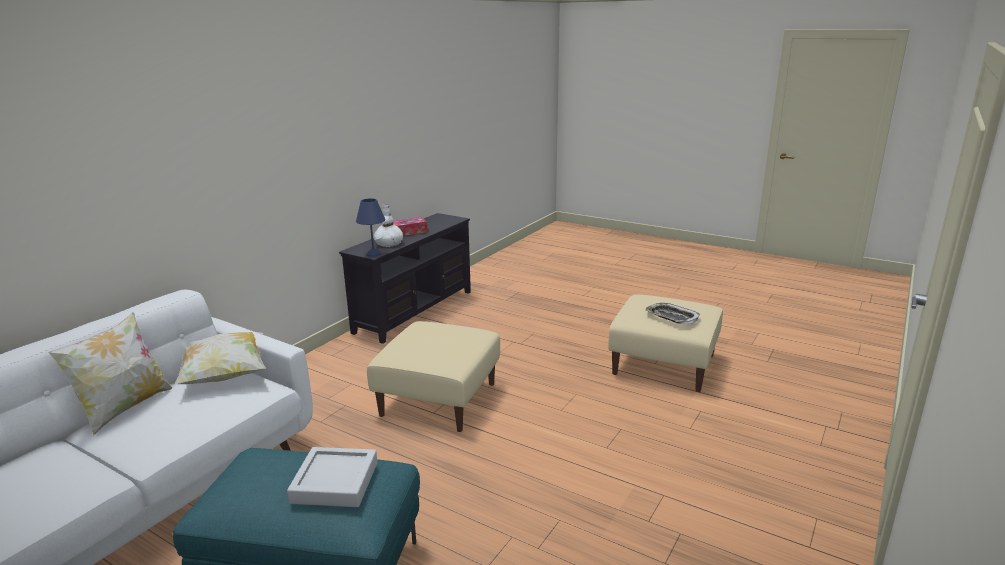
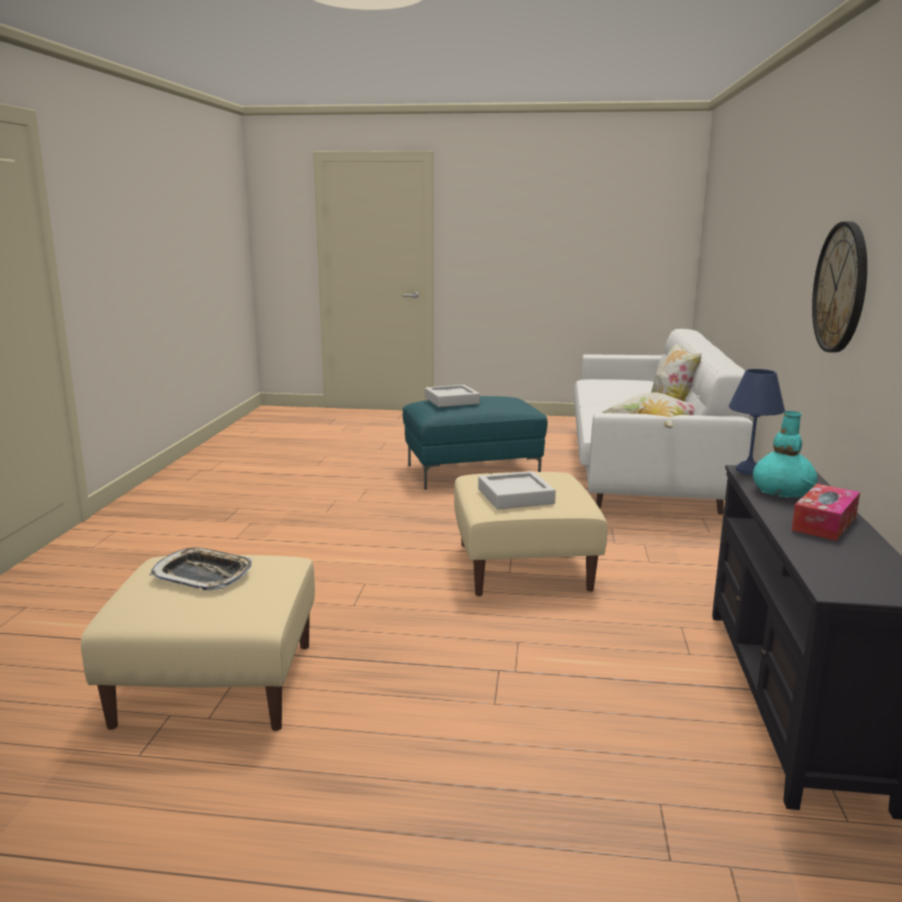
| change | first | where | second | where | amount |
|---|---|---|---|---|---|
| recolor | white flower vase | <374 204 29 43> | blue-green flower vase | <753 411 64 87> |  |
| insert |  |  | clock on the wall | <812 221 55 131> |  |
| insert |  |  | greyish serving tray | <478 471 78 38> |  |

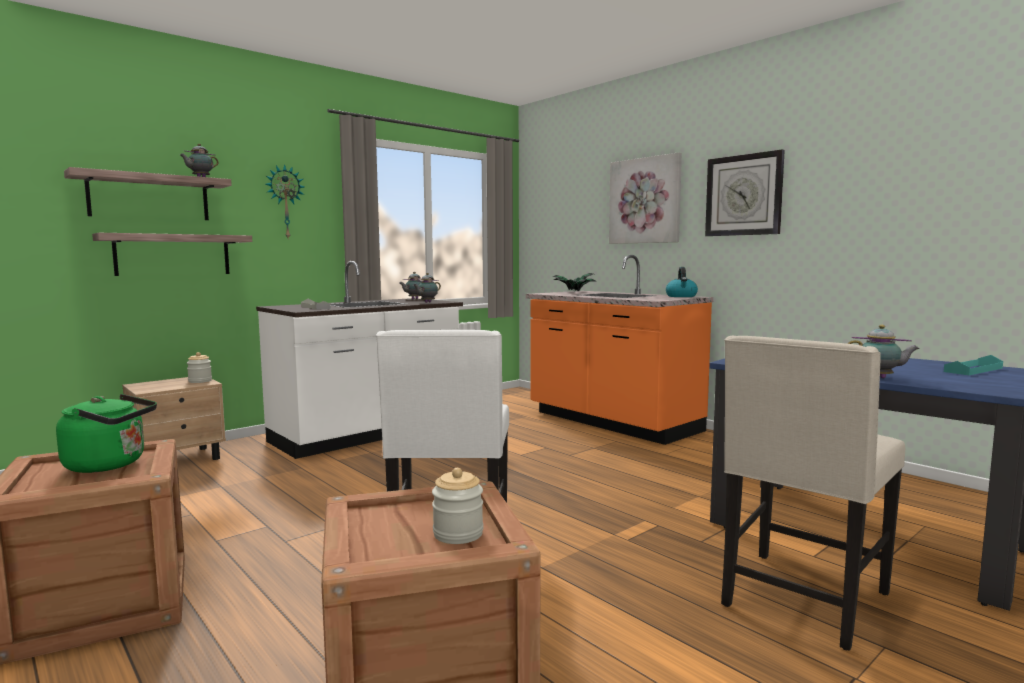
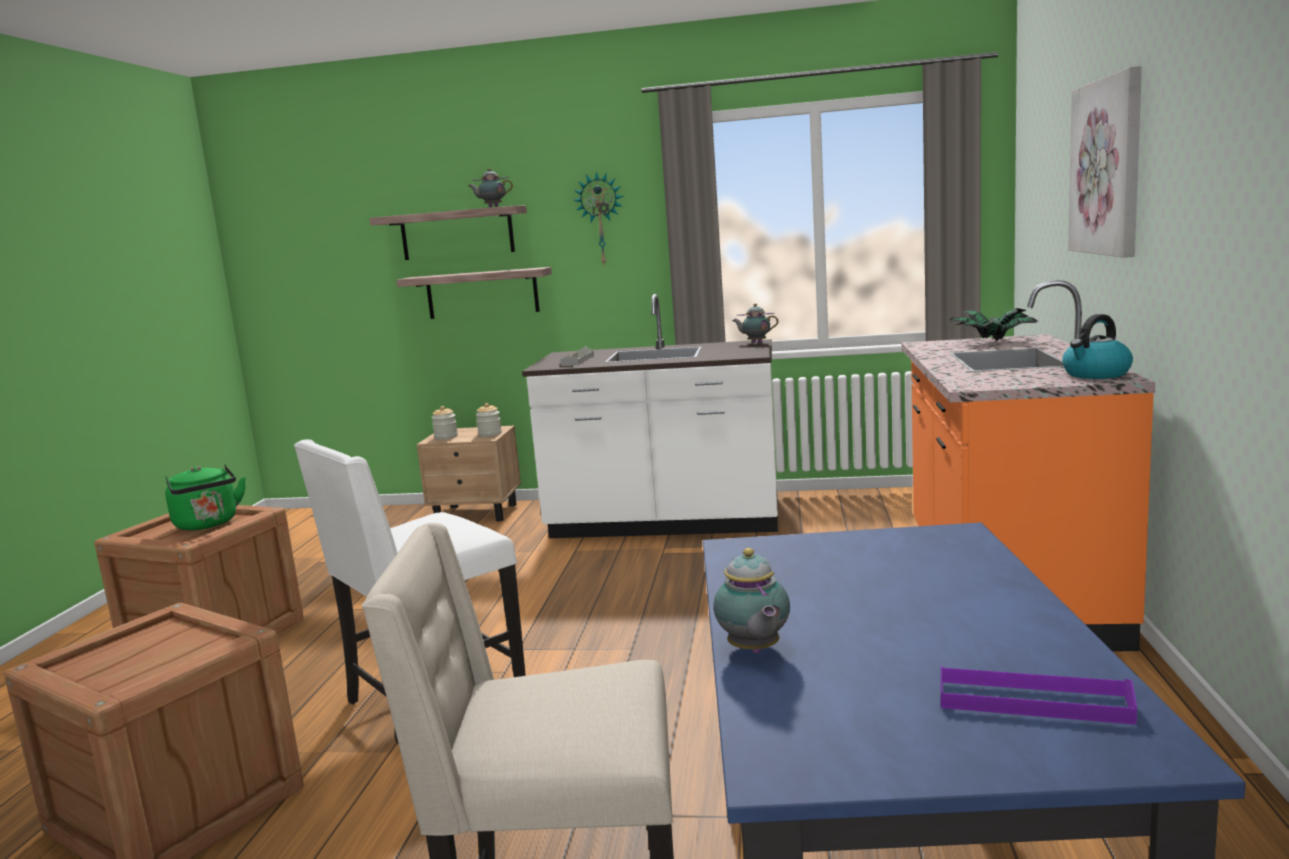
| change | first | where | second | where | amount |
|---|---|---|---|---|---|
| delete | clock on the wall | <705 150 80 86> |  |  |  |
| delete | pot for tea | <413 273 28 30> |  |  |  |
| recolor | blue-green serving tray | <944 355 59 20> | purple serving tray | <941 666 196 59> |  |
| move | jar | <432 468 51 76> |  | <432 406 26 34> |  |

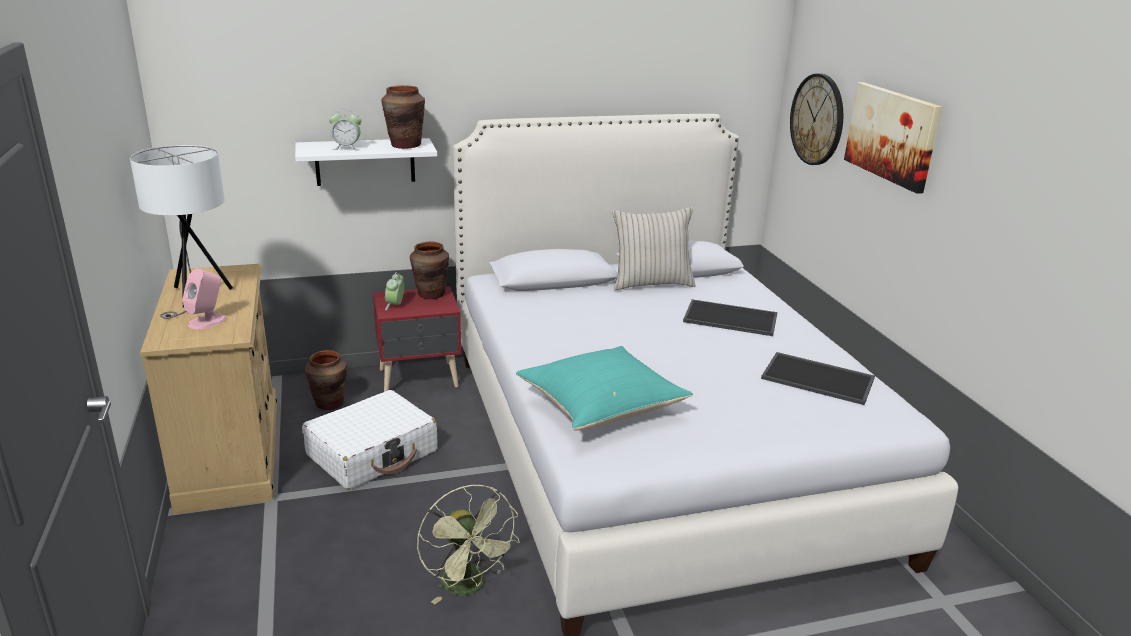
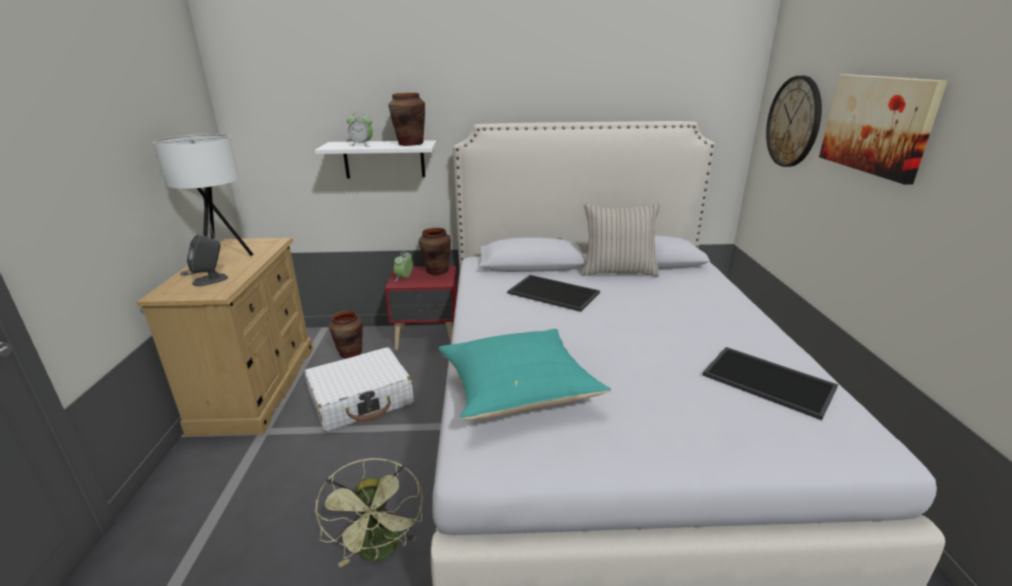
| change | first | where | second | where | amount |
|---|---|---|---|---|---|
| recolor | pinkish audio speaker | <182 268 45 62> | greyish audio speaker | <187 234 41 52> |  |
| move | serving tray | <683 299 95 37> |  | <507 275 93 37> |  |

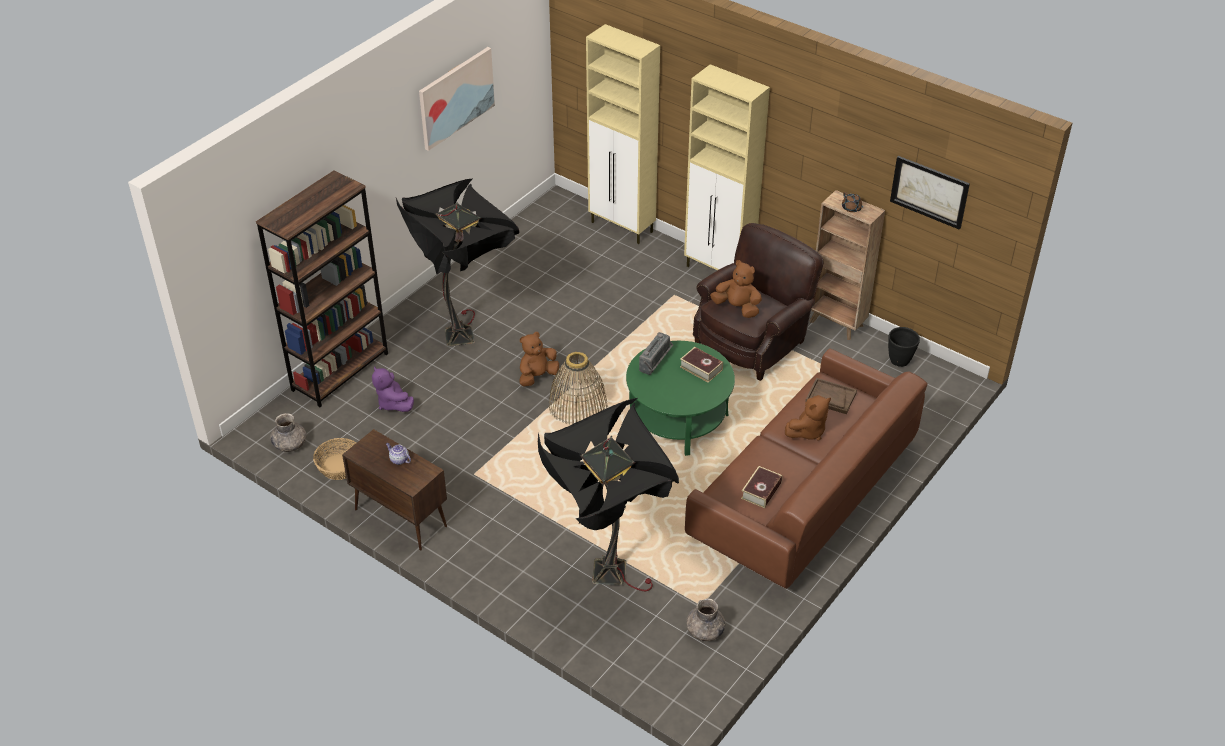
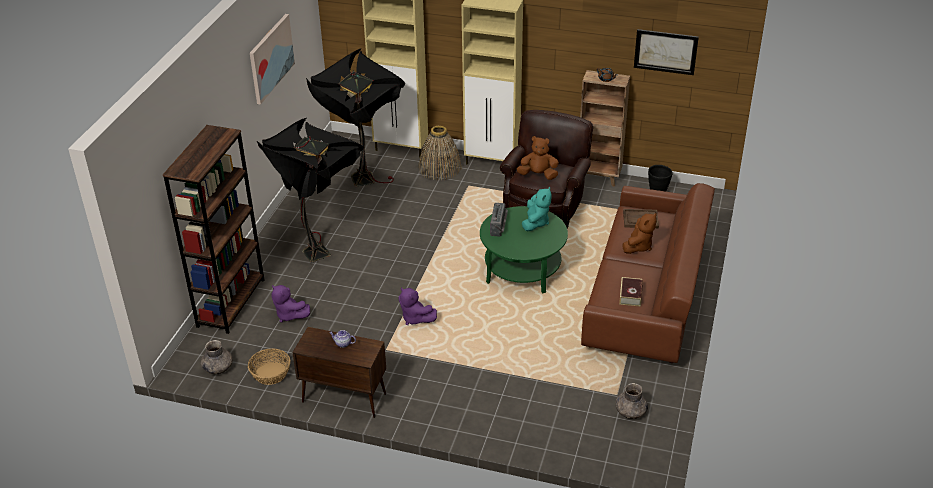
| change | first | where | second | where | amount |
|---|---|---|---|---|---|
| delete | brown-coloured soft toy | <519 332 40 54> |  |  |  |
| replace | bound book | <680 347 43 36> | blue-green soft toy | <522 187 30 44> |  |
| move | household basket | <548 352 59 72> |  | <418 126 43 55> |  |
| move | blackish floor lamp | <538 398 141 193> |  | <306 48 99 139> |  |
| insert |  |  | purple soft toy | <399 288 38 37> |  |

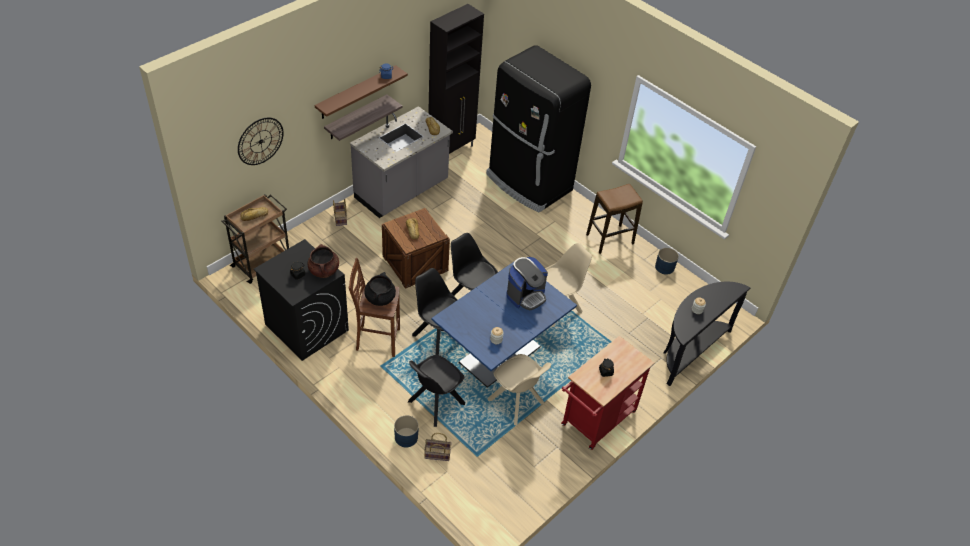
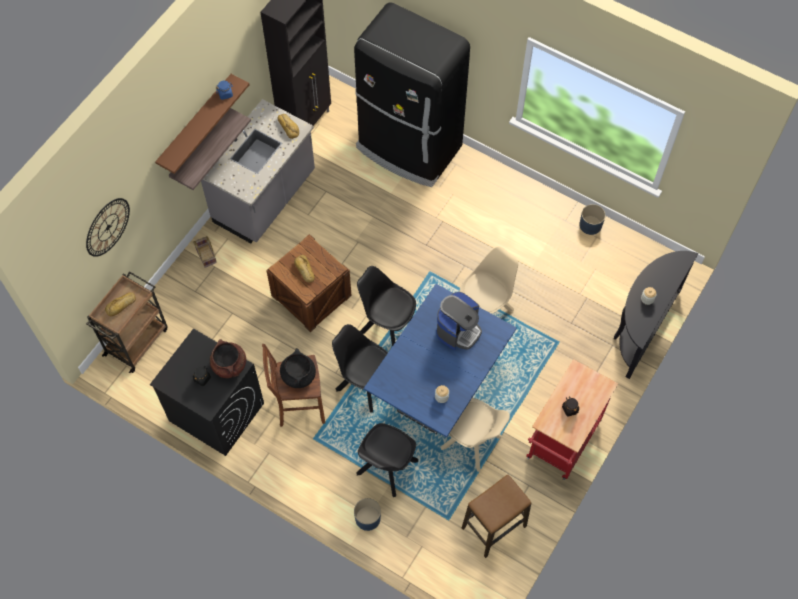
| change | first | where | second | where | amount |
|---|---|---|---|---|---|
| move | stool seat | <586 184 57 70> |  | <462 475 69 83> |  |
| delete | household basket | <424 433 28 28> |  |  |  |

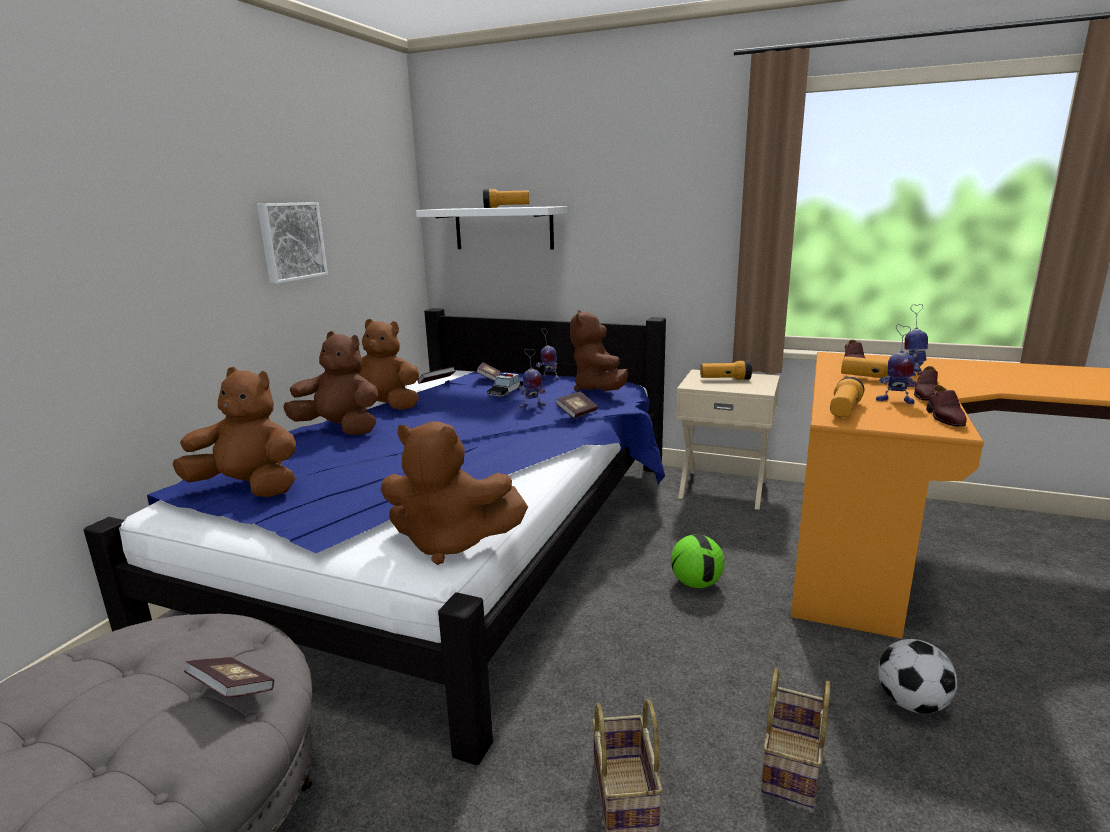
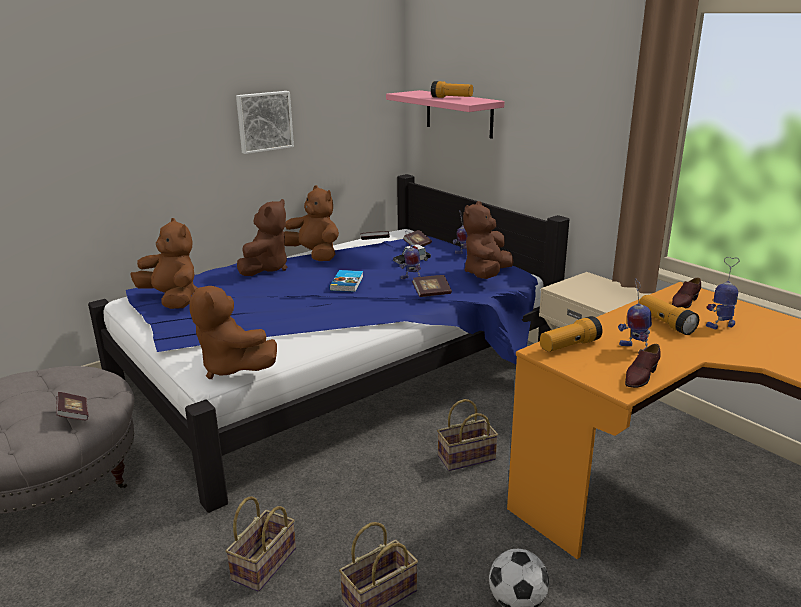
| change | first | where | second | where | amount |
|---|---|---|---|---|---|
| recolor | white shelf | <416 206 152 44> | pinkish shelf | <386 90 119 49> |  |
| rotate | brown-coloured soft toy | <283 331 95 104> |  | <237 199 50 77> | 60 degrees clockwise |
| delete | torch | <700 361 52 19> |  |  |  |
| delete | brown-coloured item of footwear | <914 366 24 35> |  |  |  |
| replace | ball for football | <671 534 54 54> | household basket | <437 399 61 72> |  |
| insert |  |  | bound book | <329 270 34 22> |  |

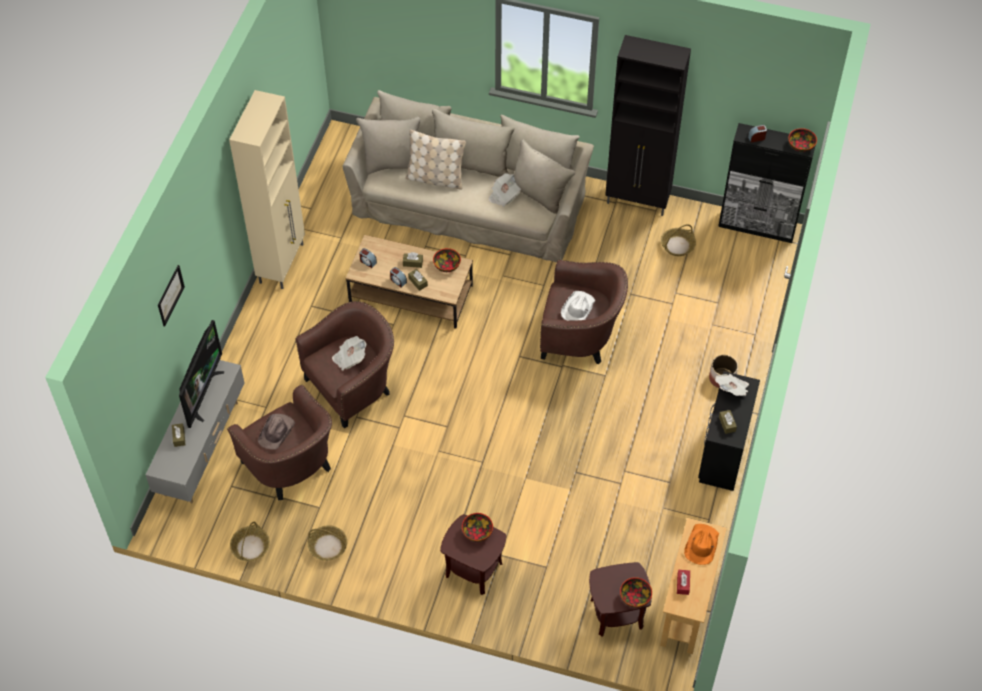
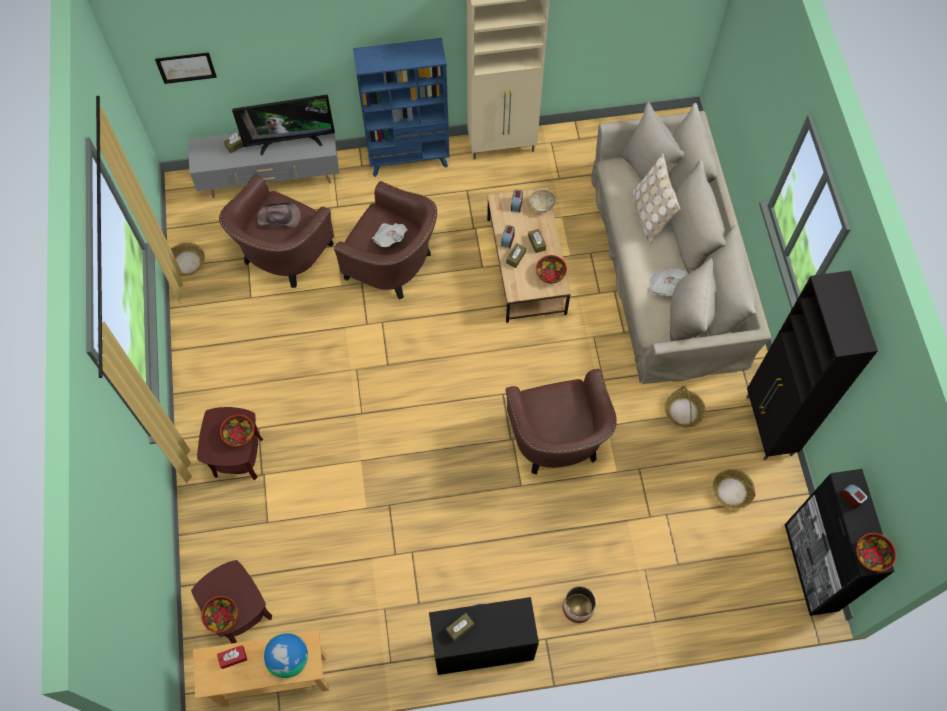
| change | first | where | second | where | amount |
|---|---|---|---|---|---|
| move | wall art | <158 265 27 62> |  | <155 52 62 32> |  |
| delete | white clothing hat | <561 291 35 30> |  |  |  |
| delete | newspaper | <715 374 34 22> |  |  |  |
| replace | orange-coloured clothing hat | <684 524 35 41> | desk globe | <264 633 44 45> |  |
| move | household basket | <308 525 39 36> |  | <664 386 42 42> |  |
| insert |  |  | blue-coloured bookcase | <353 38 97 139> |  |
| insert |  |  | deep dish | <530 190 25 22> |  |

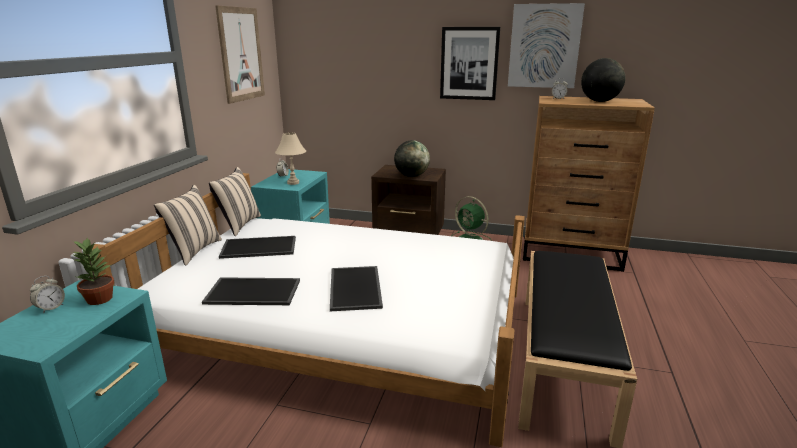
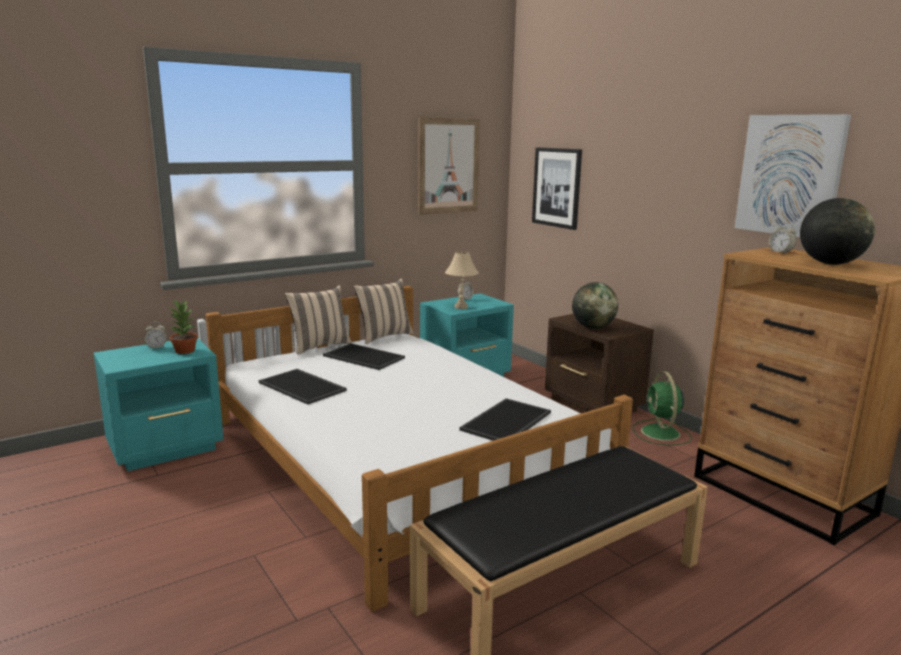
| change | first | where | second | where | amount |
|---|---|---|---|---|---|
| move | wall art | <440 27 60 73> |  | <532 147 50 83> |  |
| move | serving tray | <330 266 53 45> |  | <459 398 92 43> |  |

